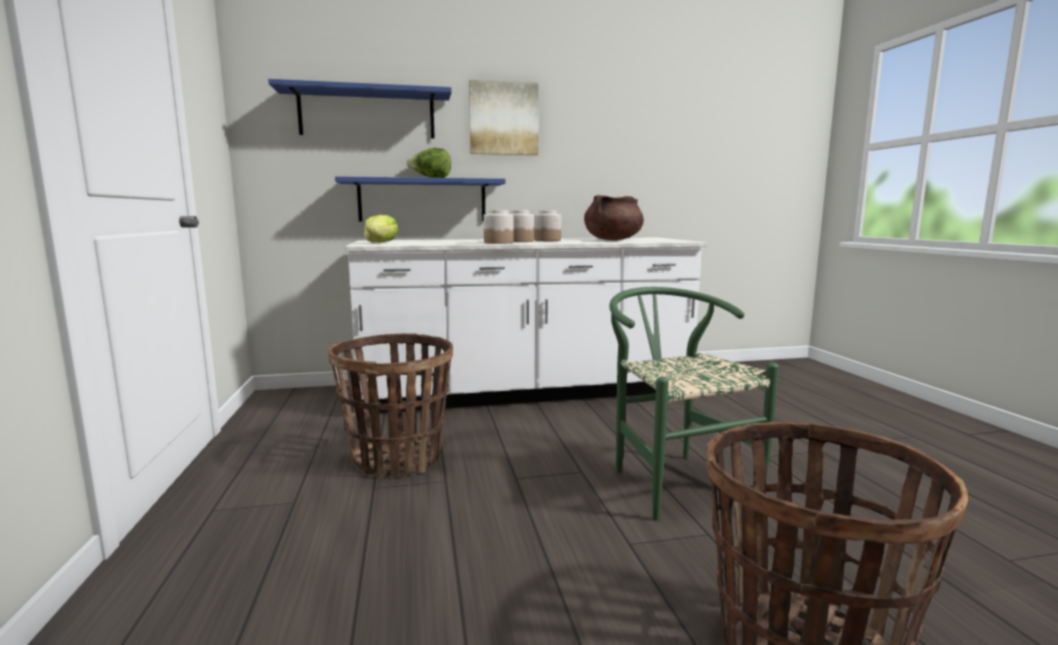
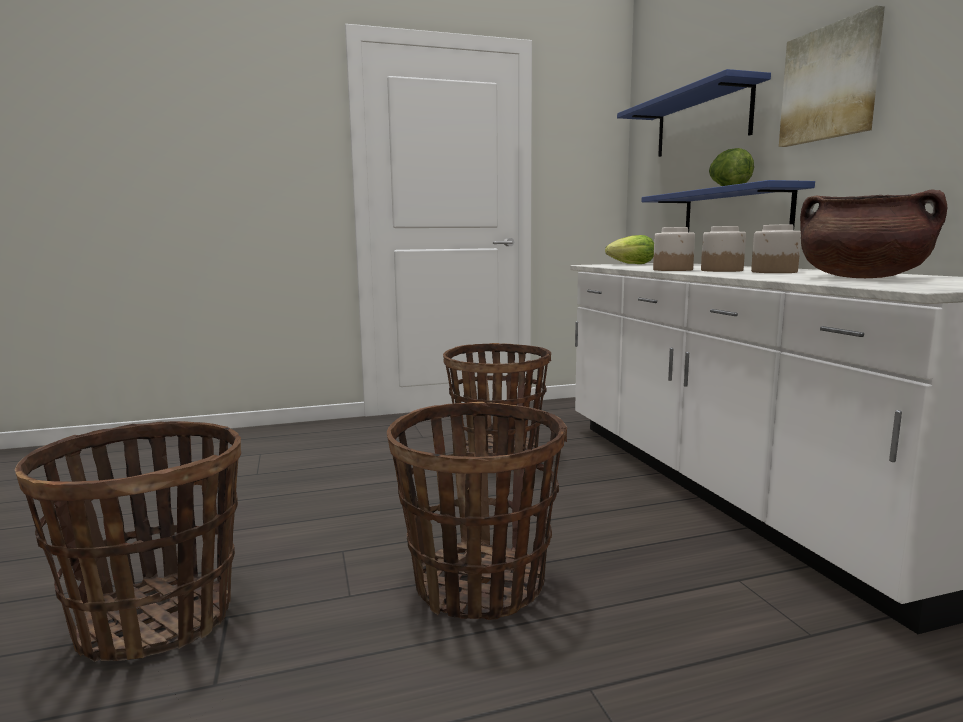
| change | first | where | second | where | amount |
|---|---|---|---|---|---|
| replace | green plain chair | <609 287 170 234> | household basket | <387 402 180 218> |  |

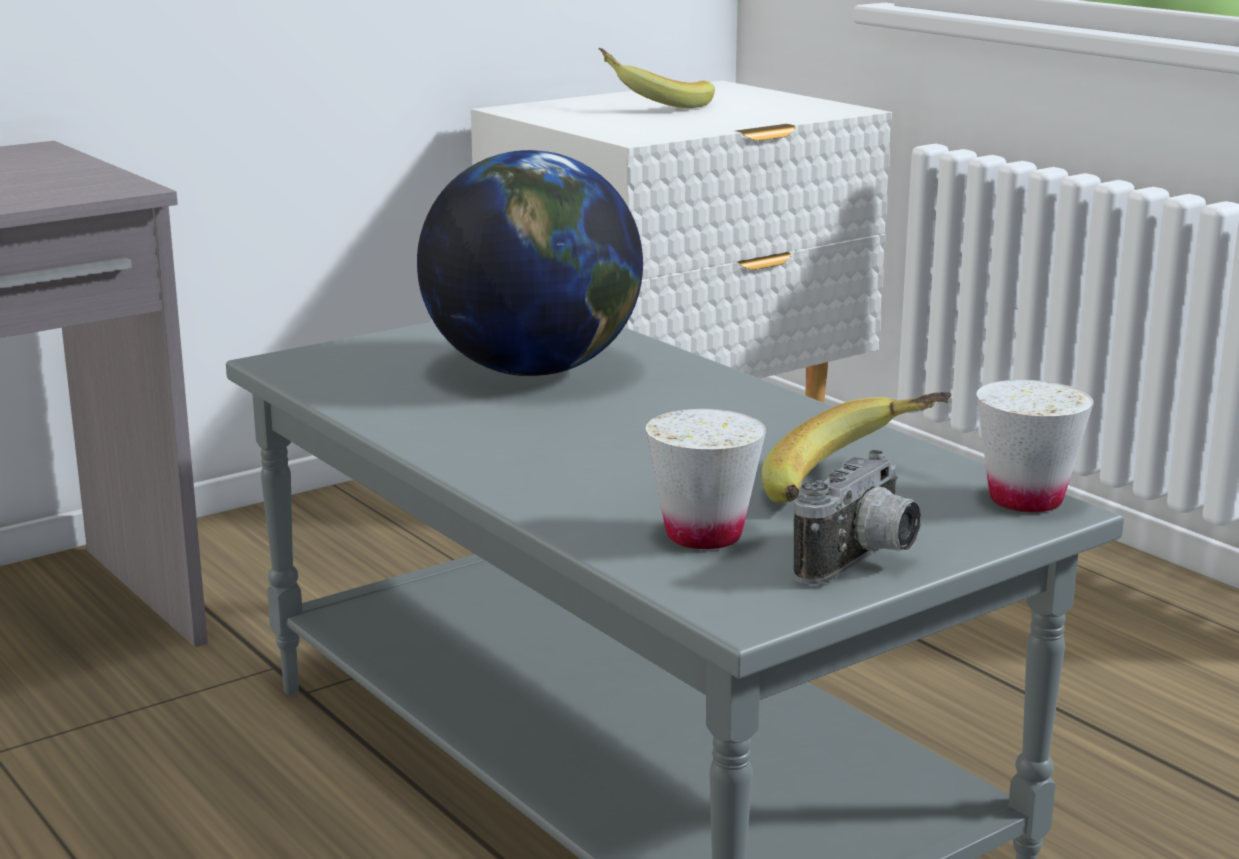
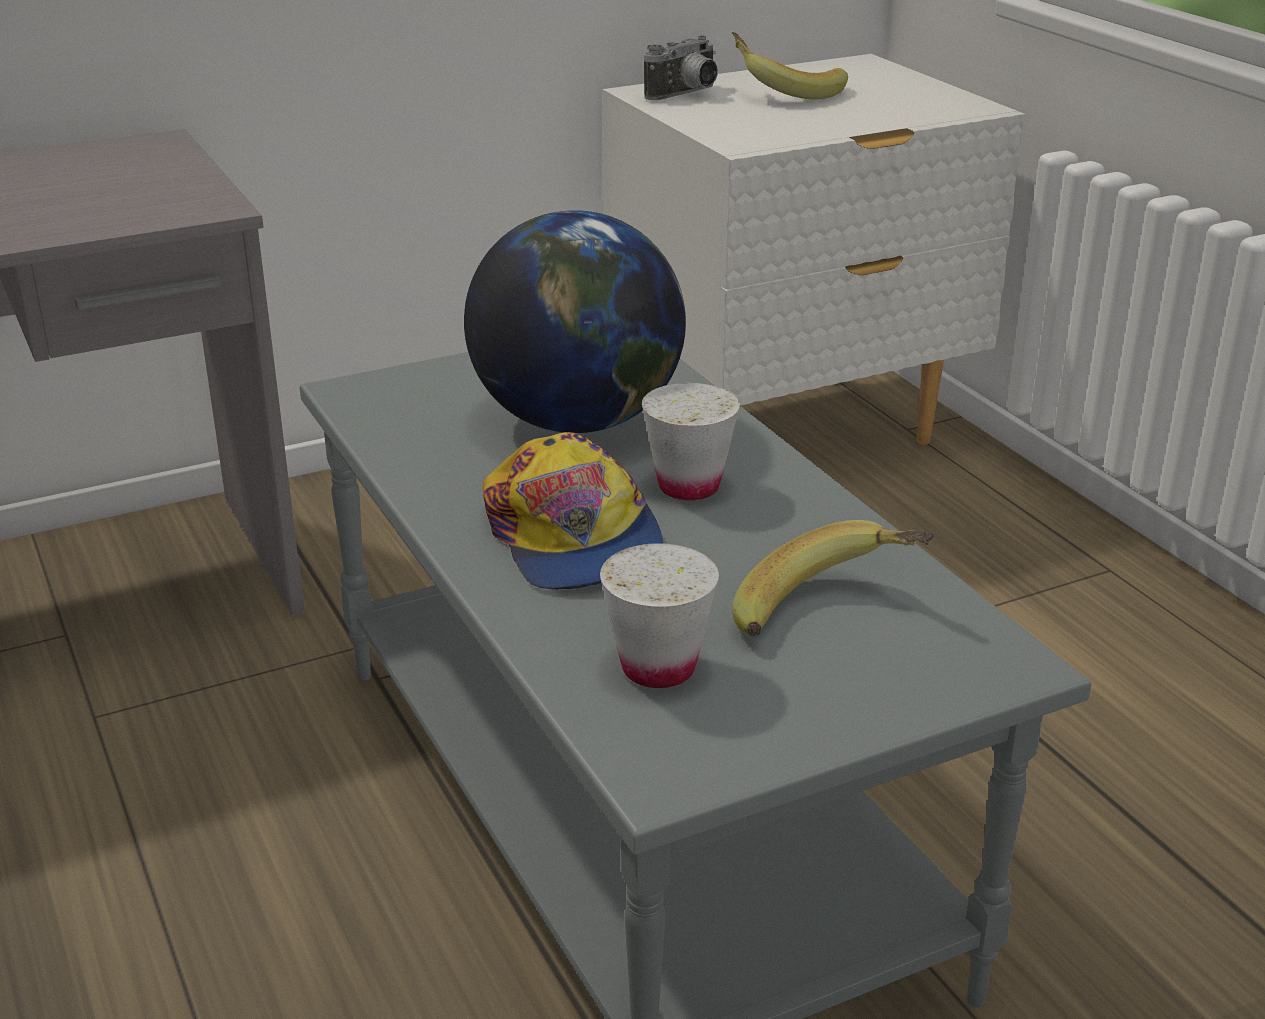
| change | first | where | second | where | amount |
|---|---|---|---|---|---|
| move | white cup | <977 380 117 132> |  | <642 383 98 117> |  |
| move | still camera | <794 450 127 135> |  | <644 35 74 65> |  |
| insert |  |  | baseball cap | <483 432 180 158> |  |

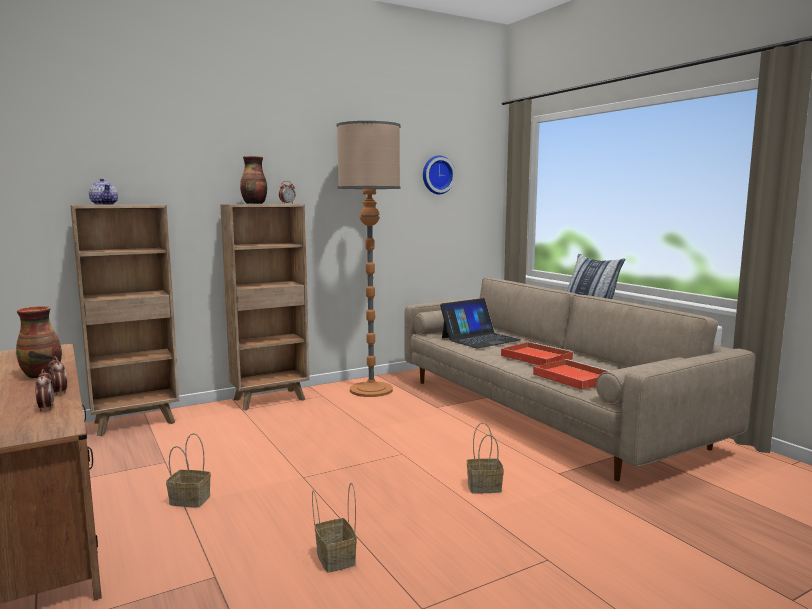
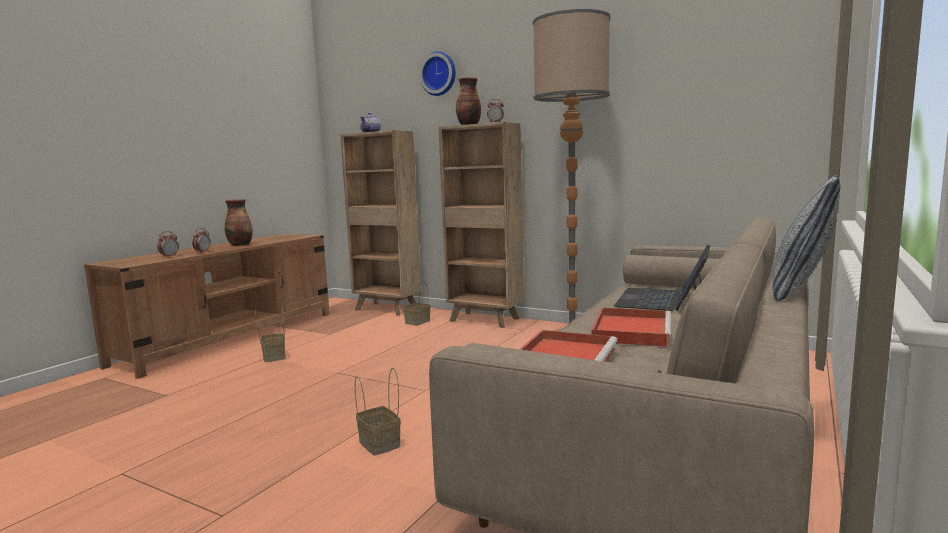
| change | first | where | second | where | amount |
|---|---|---|---|---|---|
| move | clock on the wall | <423 156 32 38> |  | <419 51 37 45> |  |
| rotate | notebook computer | <440 298 81 51> |  | <614 244 96 67> | 90 degrees clockwise |
| move | household basket | <312 483 45 90> |  | <403 280 27 46> |  |

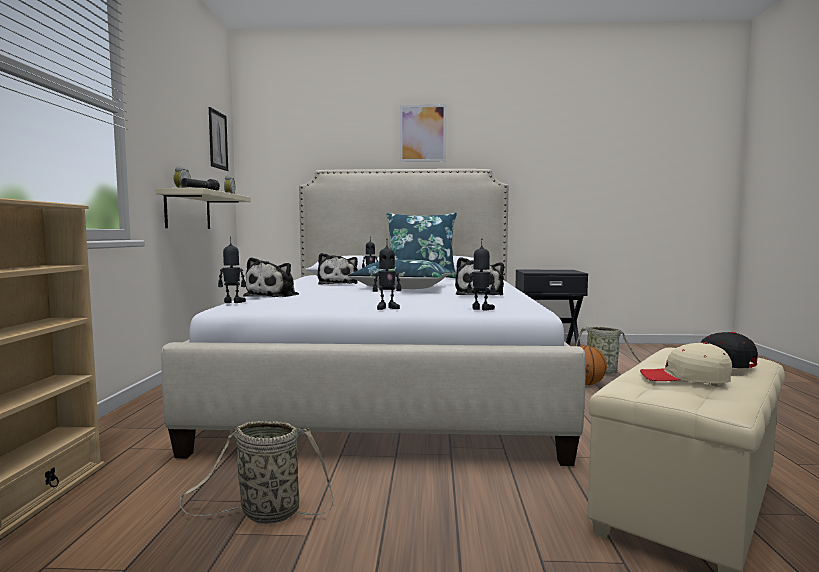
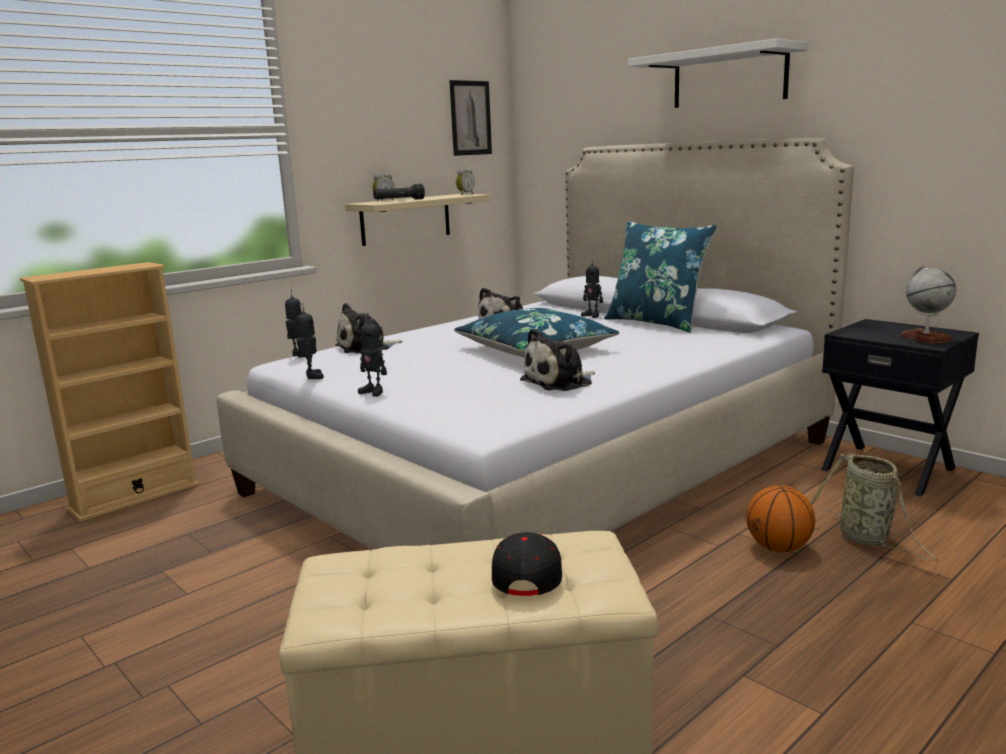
| change | first | where | second | where | amount |
|---|---|---|---|---|---|
| replace | wall art | <400 104 46 58> | white shelf | <628 38 181 70> |  |
| move | model robot | <467 239 28 71> |  | <296 303 28 76> |  |
| delete | beige-coloured baseball cap | <640 342 92 42> |  |  |  |
| delete | household basket | <180 421 153 103> |  |  |  |
| insert |  |  | desk globe | <900 265 56 79> |  |

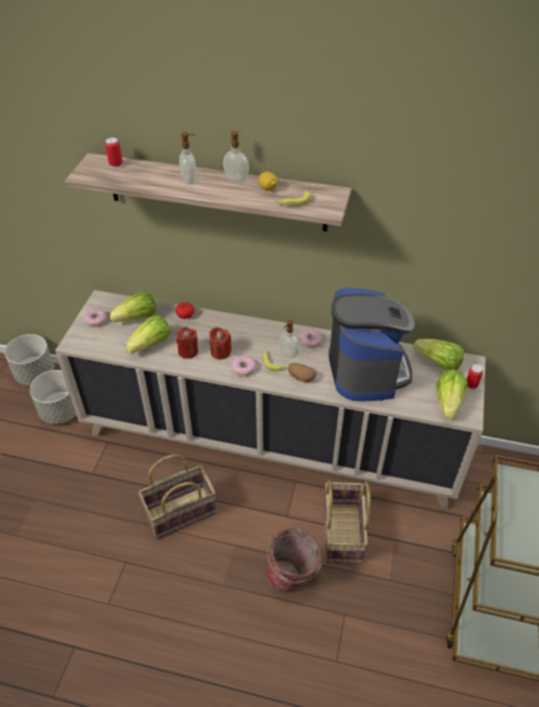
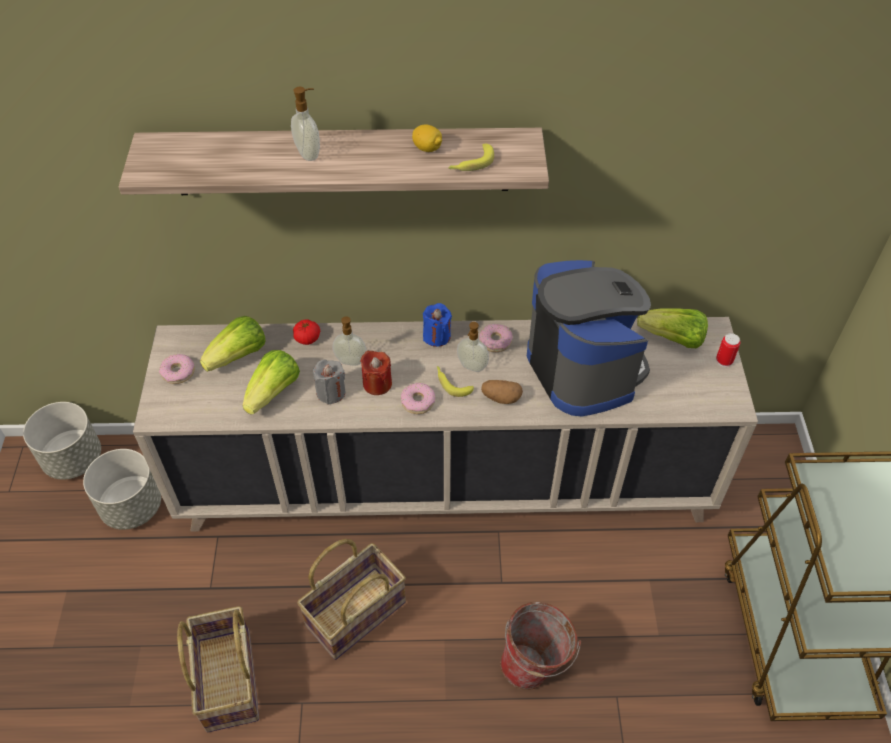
| change | first | where | second | where | amount |
|---|---|---|---|---|---|
| move | soap bottle | <223 131 26 51> |  | <333 316 34 49> |  |
| delete | sealed can | <105 137 18 31> |  |  |  |
| recolor | reddish wax light | <176 327 22 32> | greyish wax light | <313 360 32 45> |  |
| delete | head of lettuce | <436 369 32 50> |  |  |  |
| move | household basket | <324 481 47 83> |  | <177 606 82 126> |  |
| insert |  |  | blue-coloured wax light | <423 303 29 44> |  |

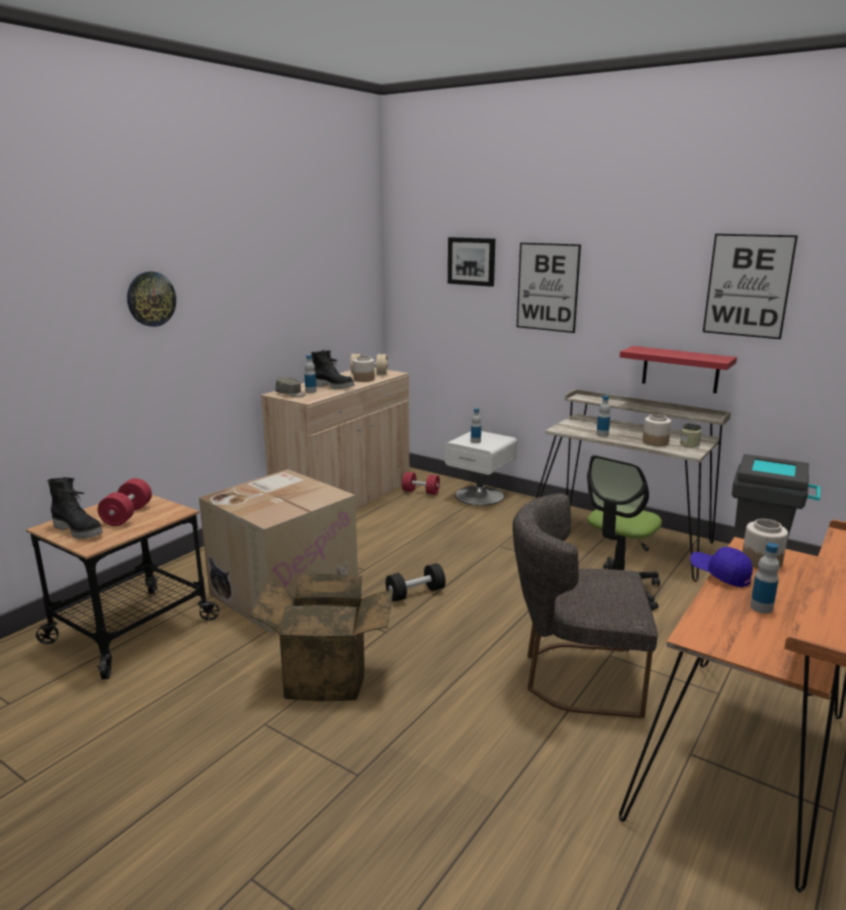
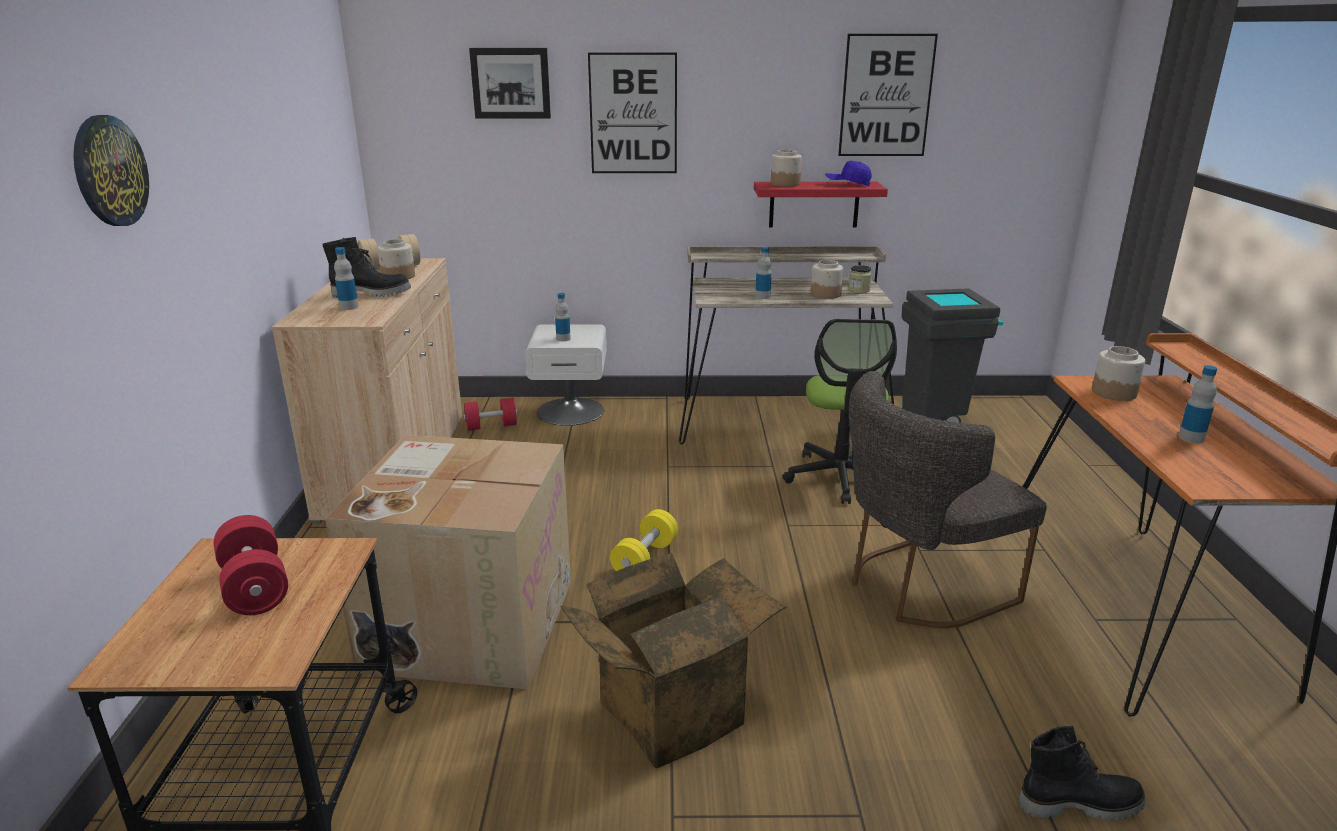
| change | first | where | second | where | amount |
|---|---|---|---|---|---|
| delete | greyish baseball cap | <276 377 29 20> |  |  |  |
| move | blackish high-top boot | <47 477 56 62> |  | <1019 726 126 95> |  |
| move | blue-coloured baseball cap | <690 547 63 40> |  | <825 161 47 25> |  |
| recolor | blackish free weight | <386 563 60 39> | yellow-coloured free weight | <610 509 68 62> |  |
| insert |  |  | jar | <771 150 31 37> |  |

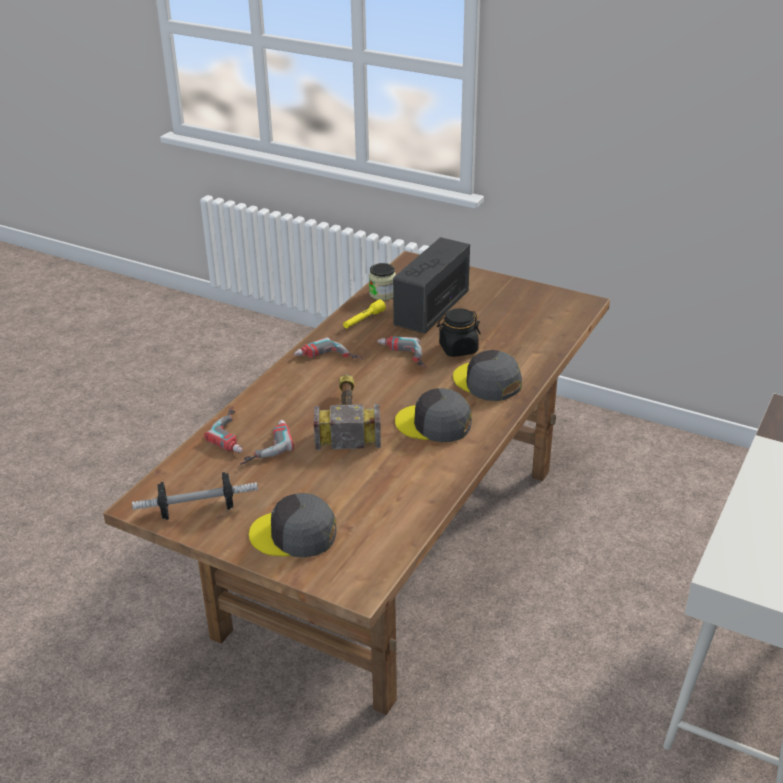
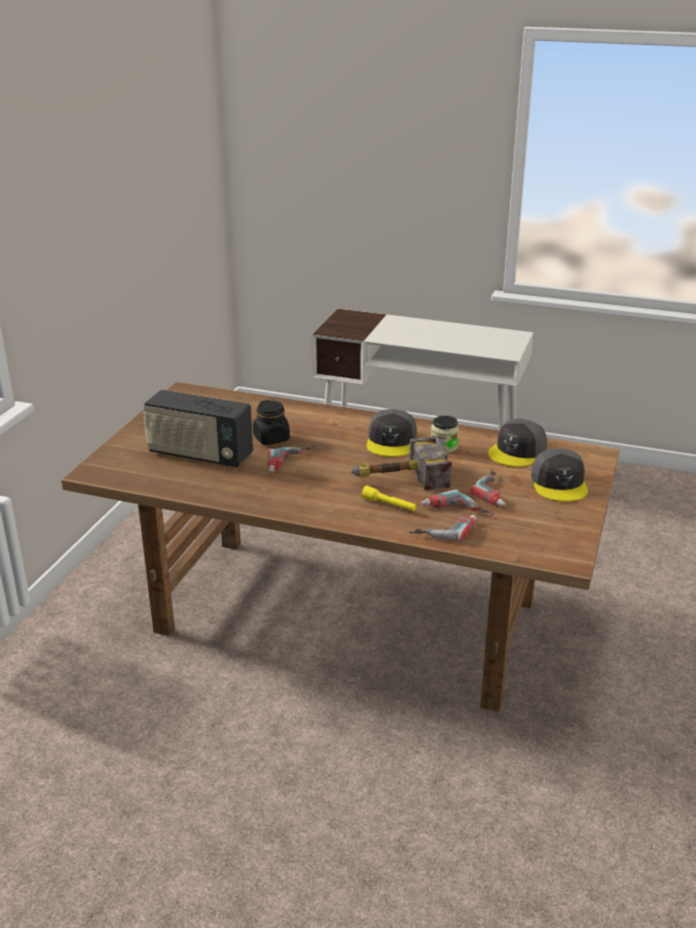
| change | first | where | second | where | amount |
|---|---|---|---|---|---|
| move | jar | <369 263 27 37> |  | <431 415 28 38> |  |
| move | yellow-coloured torch | <343 299 43 29> |  | <361 486 55 25> |  |
| move | drill | <294 337 69 23> |  | <470 469 36 37> |  |
| move | greyish baseball cap | <453 350 69 51> |  | <488 419 59 48> |  |
| delete | free weight | <132 472 126 48> |  |  |  |

